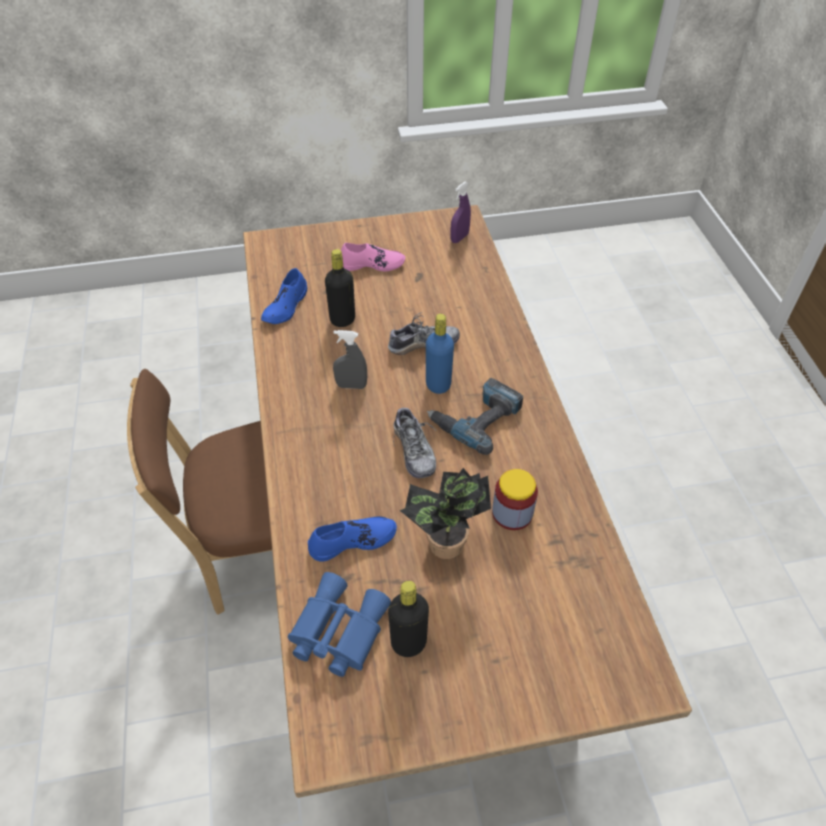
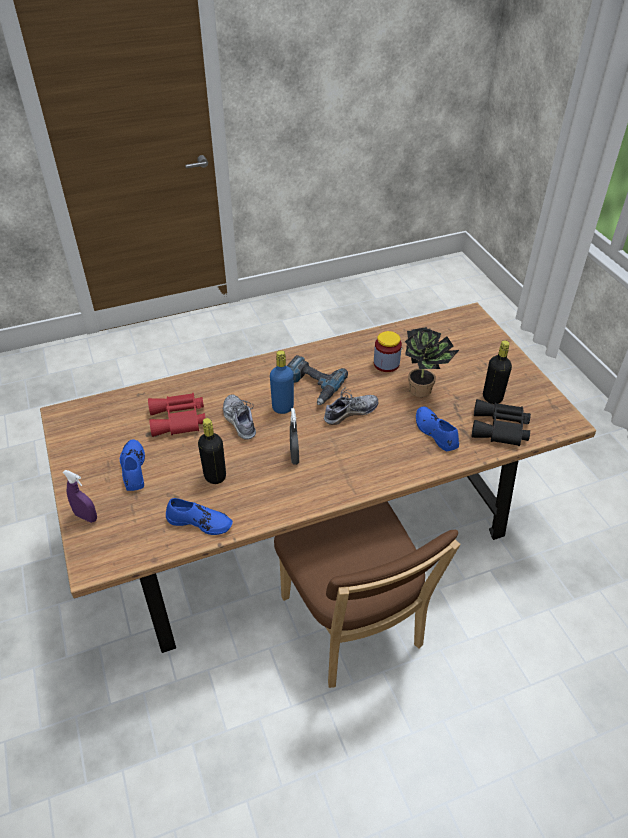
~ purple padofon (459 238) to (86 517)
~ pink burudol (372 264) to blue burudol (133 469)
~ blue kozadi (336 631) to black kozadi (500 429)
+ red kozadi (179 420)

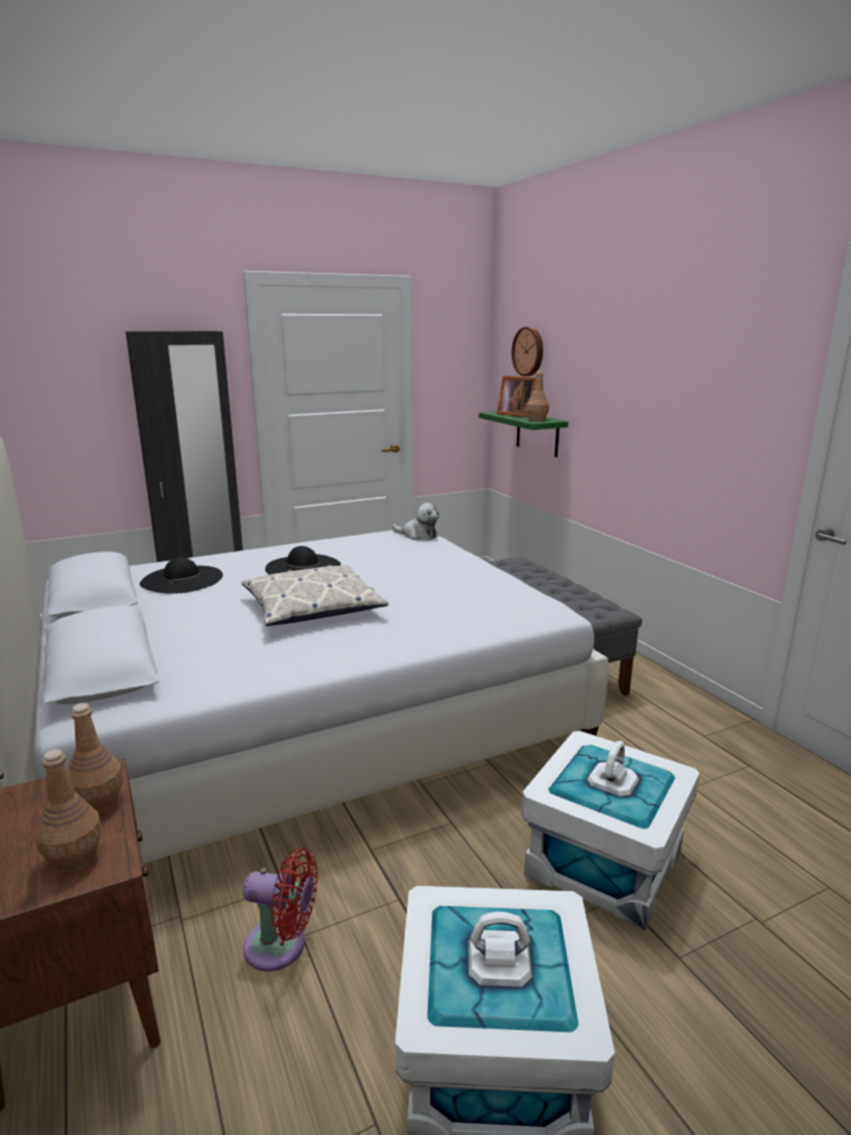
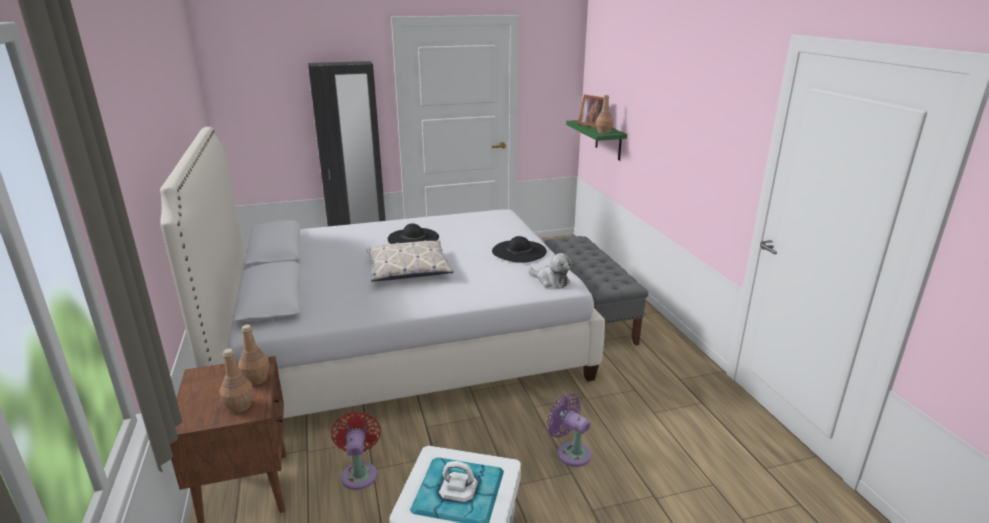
- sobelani (529 351)
~ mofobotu (418 535) to (551 281)
~ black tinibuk (182 579) to (519 251)
~ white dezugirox (605 863) to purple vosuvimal (570 452)
~ red vosuvimal (281 946) = (359 473) 120 degrees counterclockwise

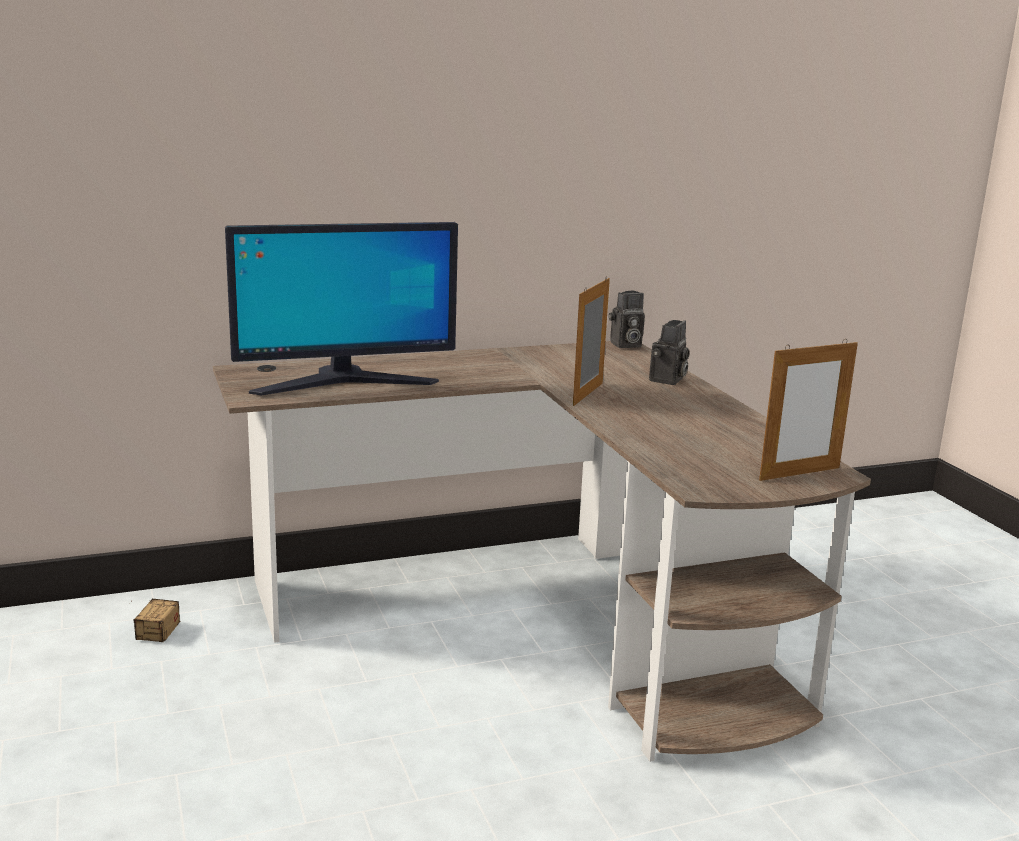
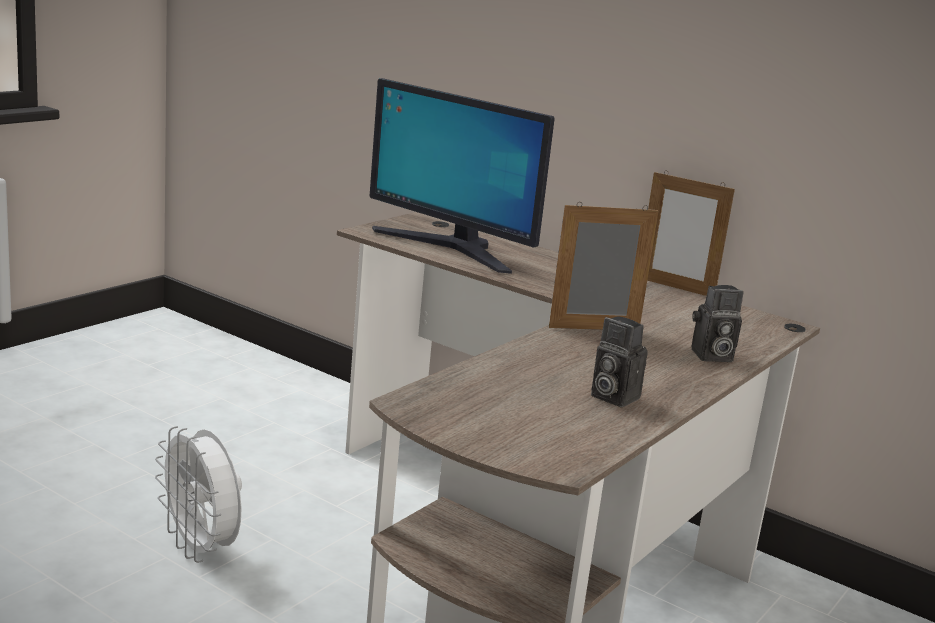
~ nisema (625 345) to (611 396)
~ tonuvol (799 473) to (675 287)
- dezugirox (146 646)
+ white vosuvimal (201 549)

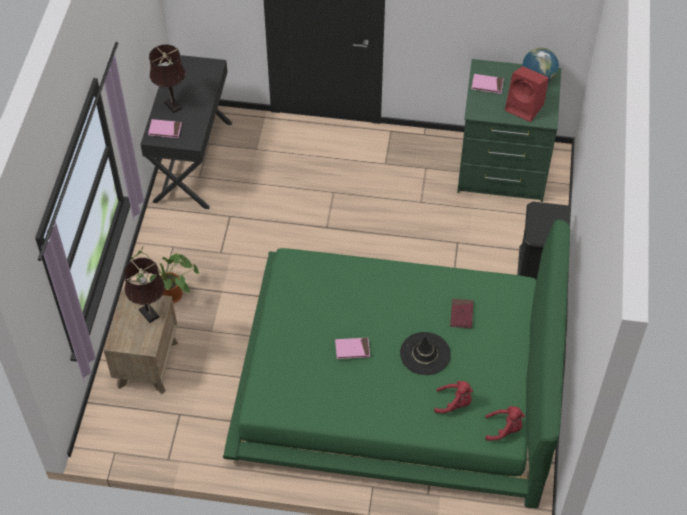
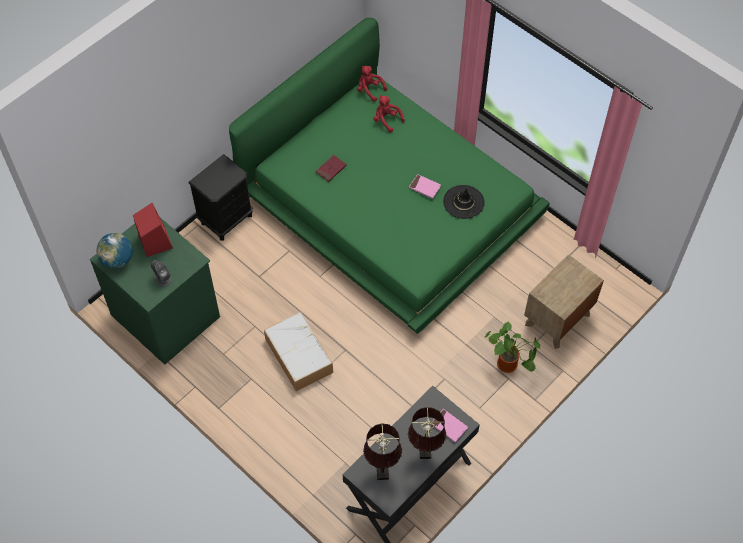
~ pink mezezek (487 85) to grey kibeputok (162 279)
~ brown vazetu (150 315) to (382 468)
~ black tinibuk (425 354) to (463 202)
+ dezugirox (298 355)

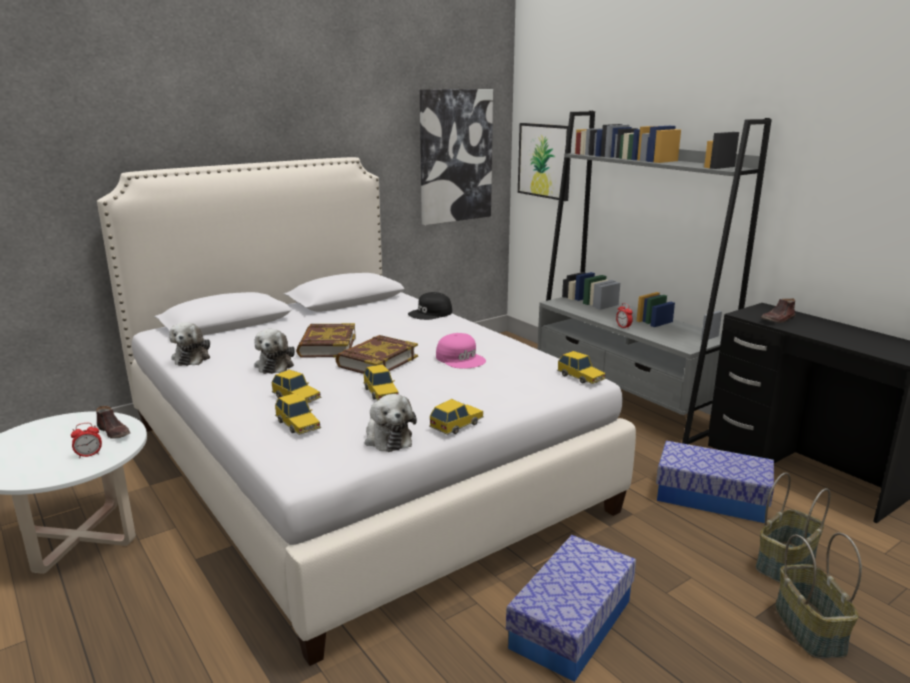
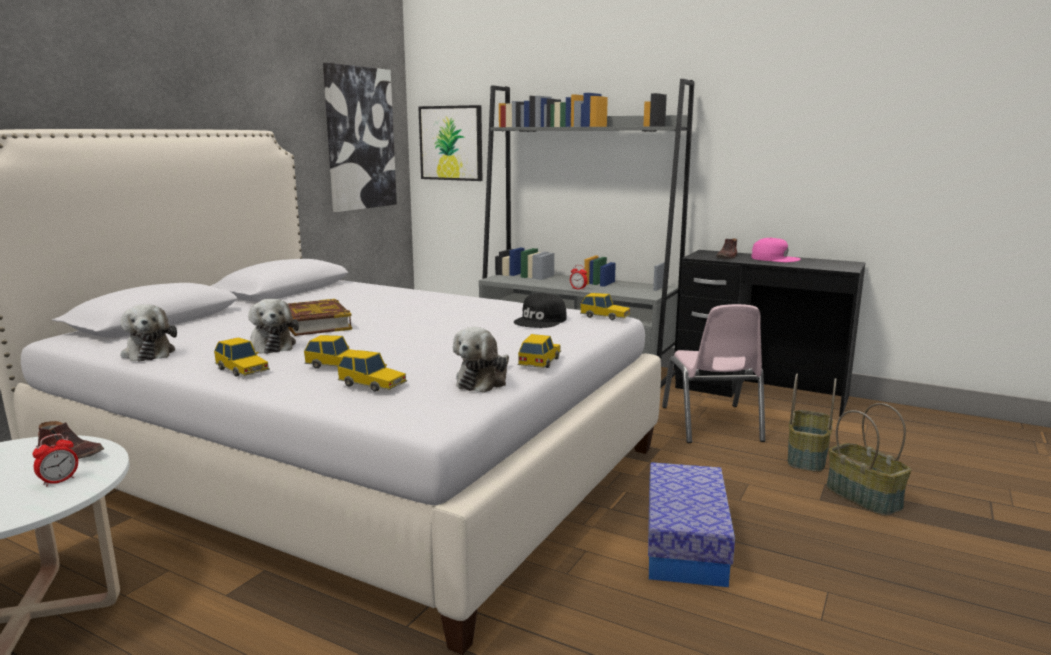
~ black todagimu (431 313) to (541 321)
~ pink todagimu (461 358) to (774 258)
- mezezek (377 361)
~ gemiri (381 393) to (242 370)
~ mofobotu (387 438) = (483 381) 75 degrees clockwise
~ dezugirox (711 497) to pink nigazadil (711 424)

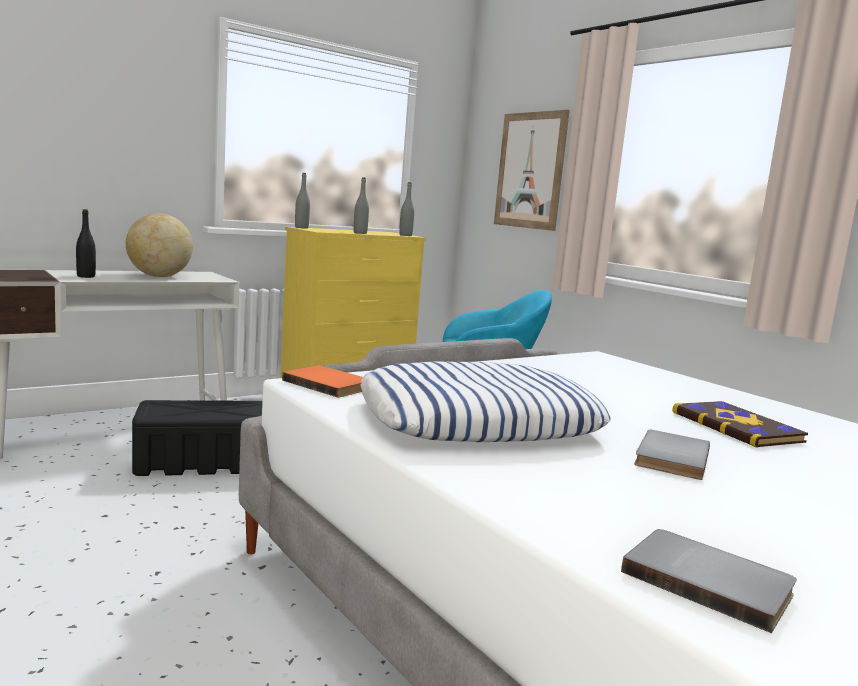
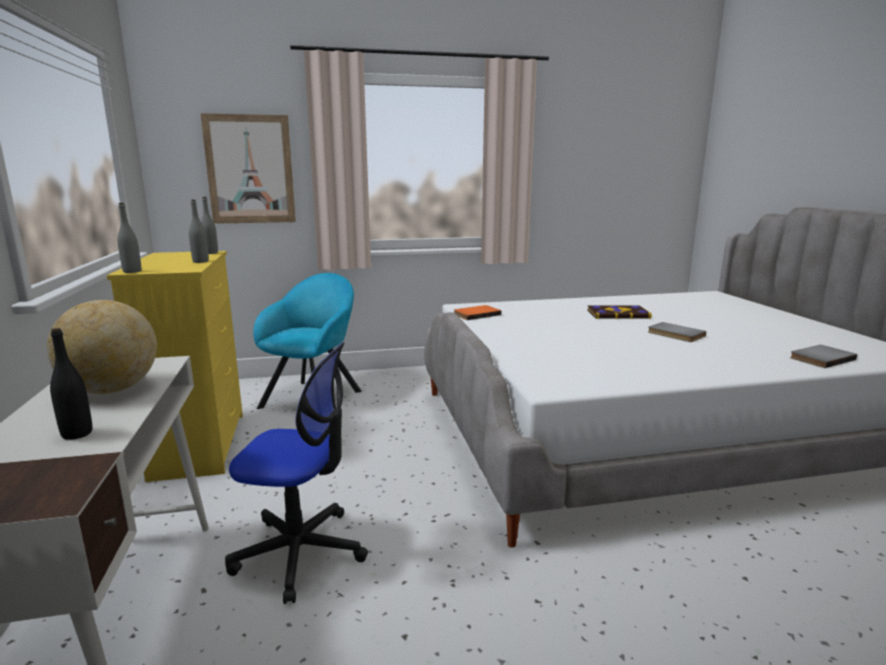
- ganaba (477 420)
~ orange mezezek (329 384) to (476 314)
~ black dezugirox (206 463) to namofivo (300 552)

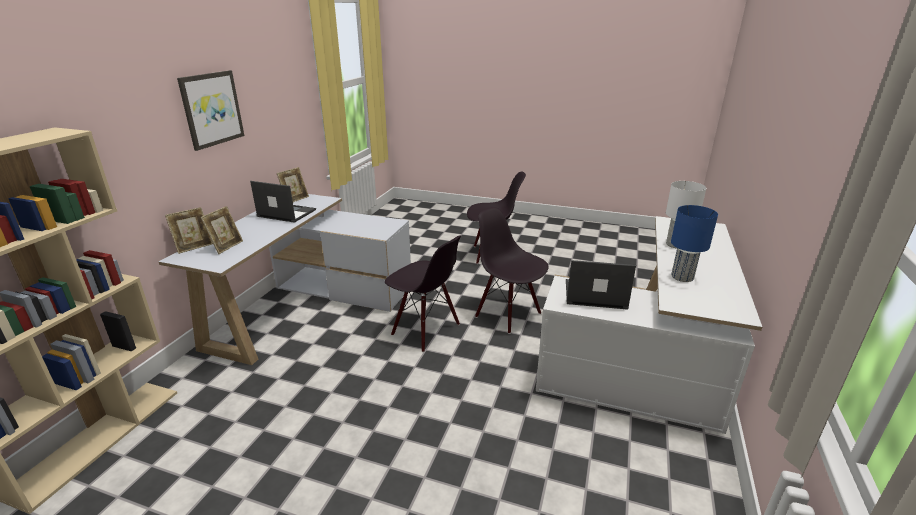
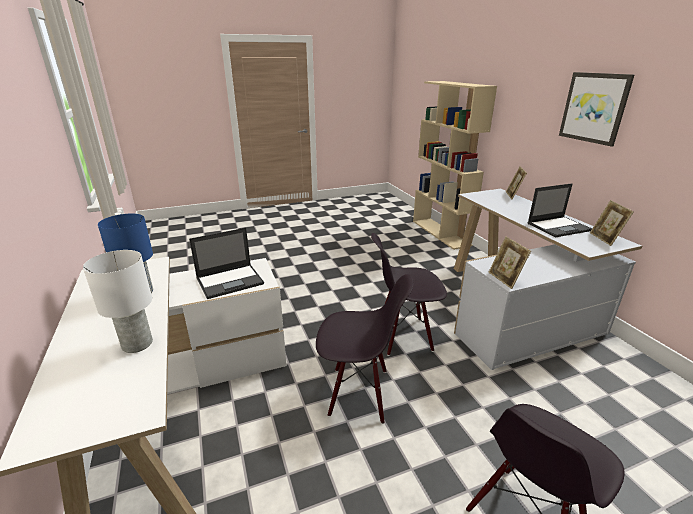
~ tonuvol (226 246) to (505 279)

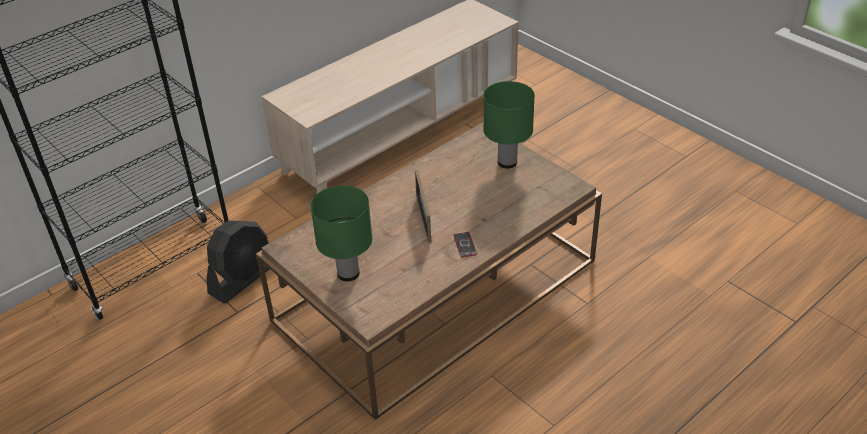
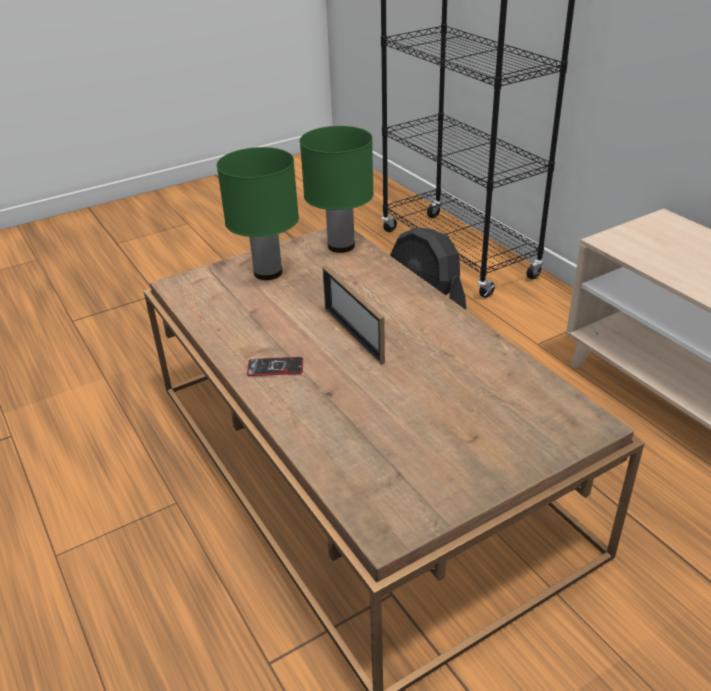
~ green vazetu (507 162) to (340 246)
~ tonuvol (423 218) = (353 335) 120 degrees counterclockwise

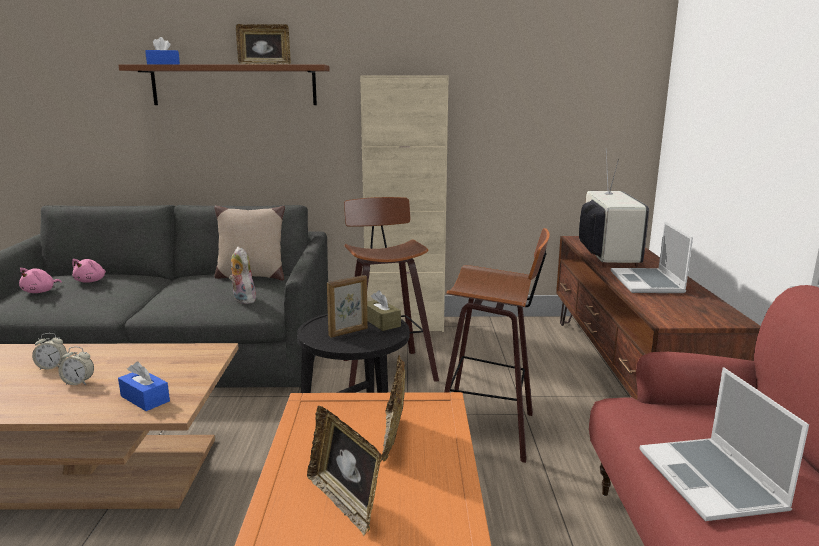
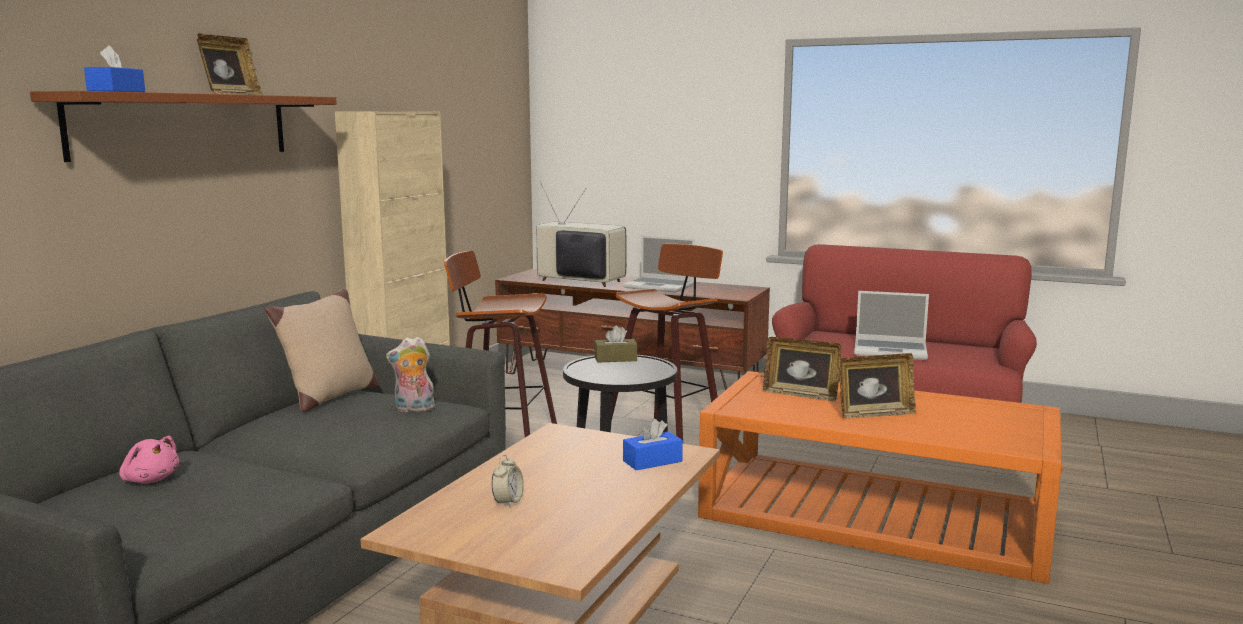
- pink mofobotu (40 291)
- tonuvol (348 332)
- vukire (78 382)

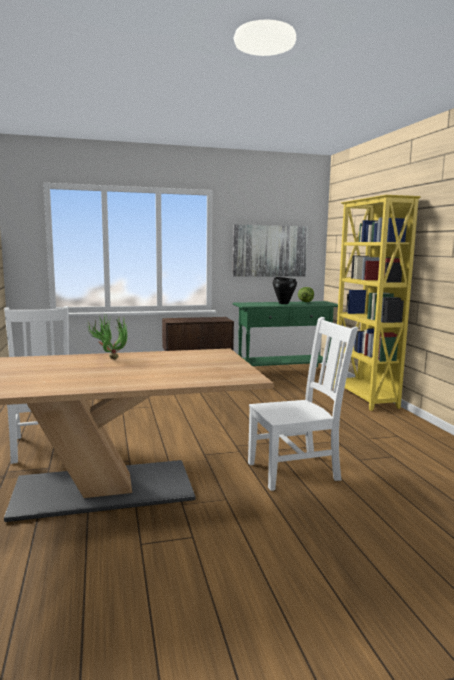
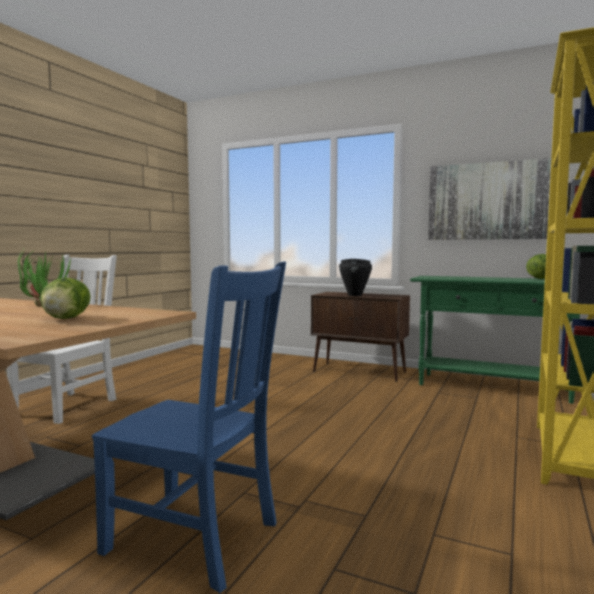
~ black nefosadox (283 303) to (355 295)
~ white nigazadil (296 471) to blue nigazadil (197 539)
+ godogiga (66 319)

